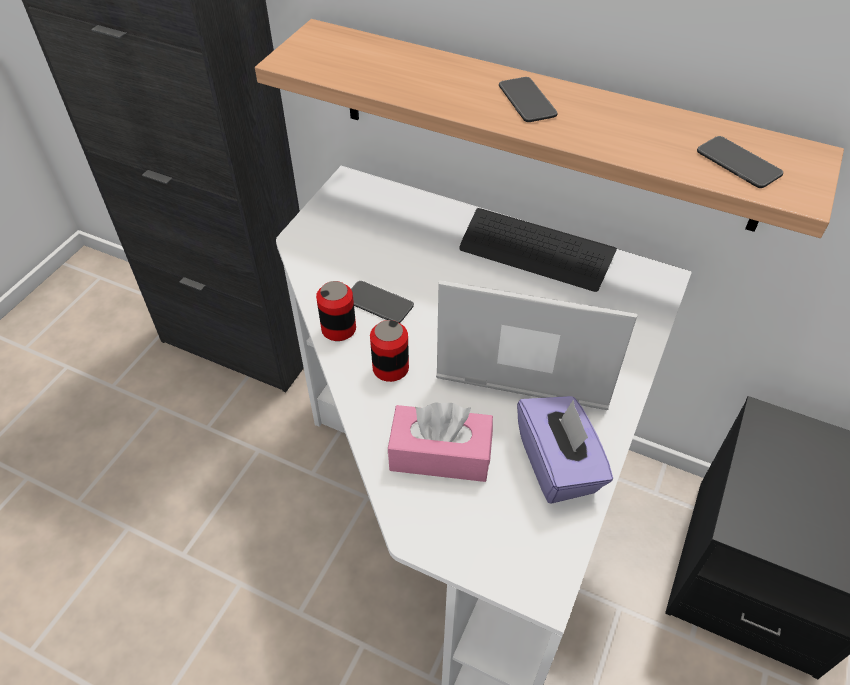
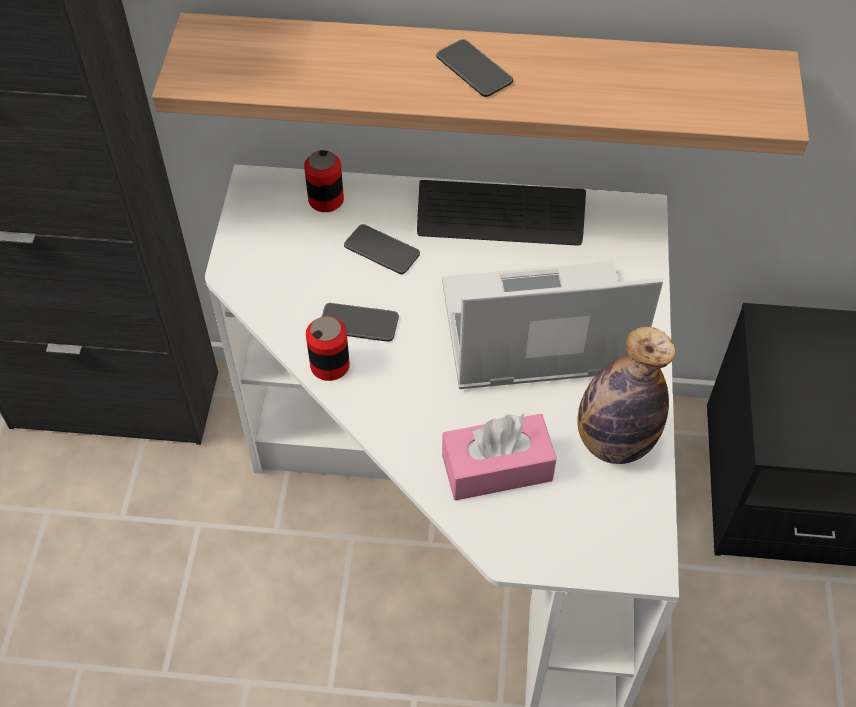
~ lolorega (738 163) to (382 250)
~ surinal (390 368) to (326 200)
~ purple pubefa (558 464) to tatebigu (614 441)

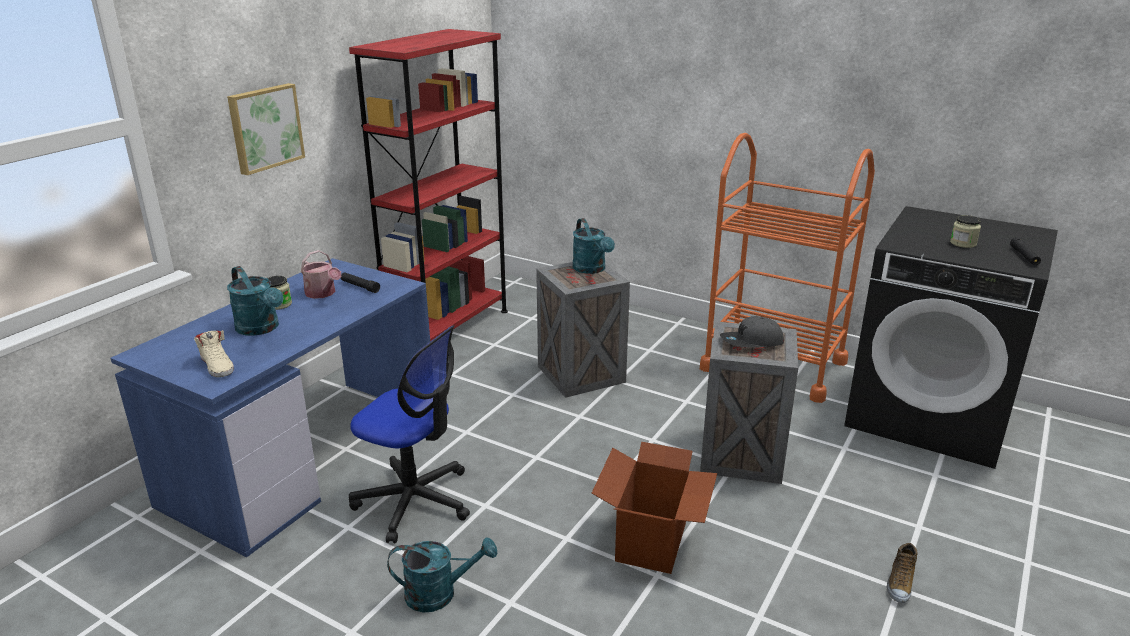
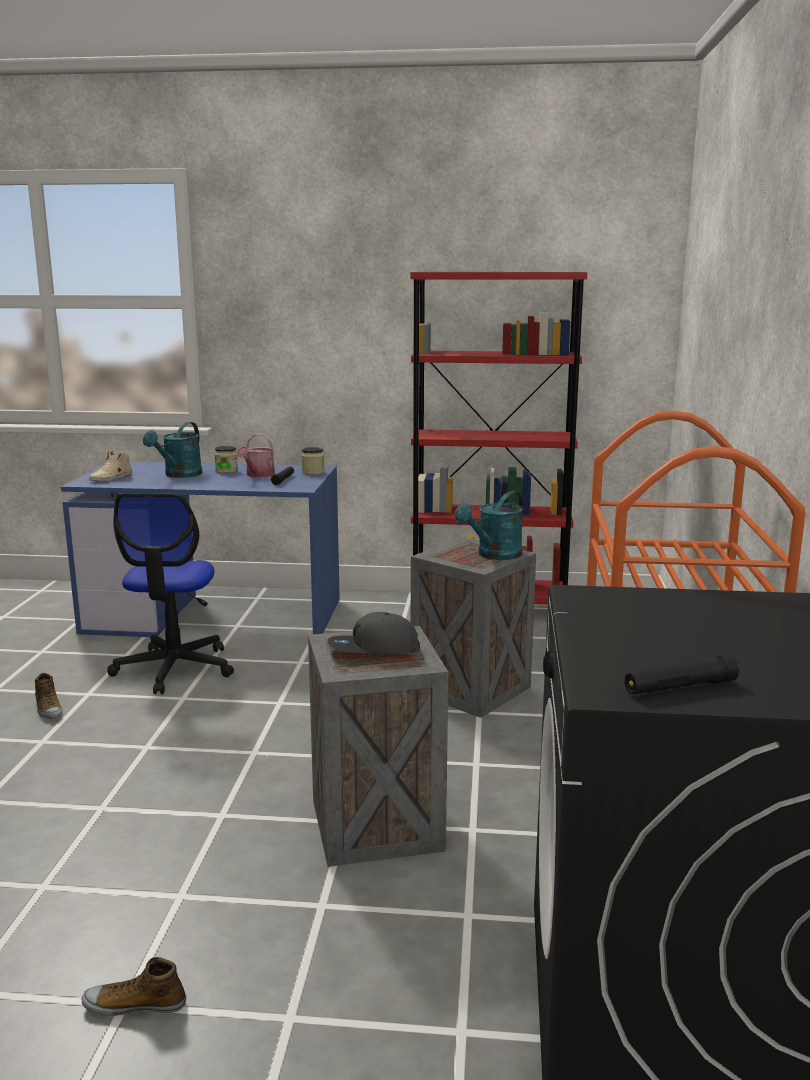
- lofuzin (265 128)
~ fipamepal (963 243) to (313 472)
~ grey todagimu (751 342) = (373 650) 60 degrees counterclockwise
- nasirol (652 542)
~ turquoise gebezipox (440 593) to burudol (48 709)

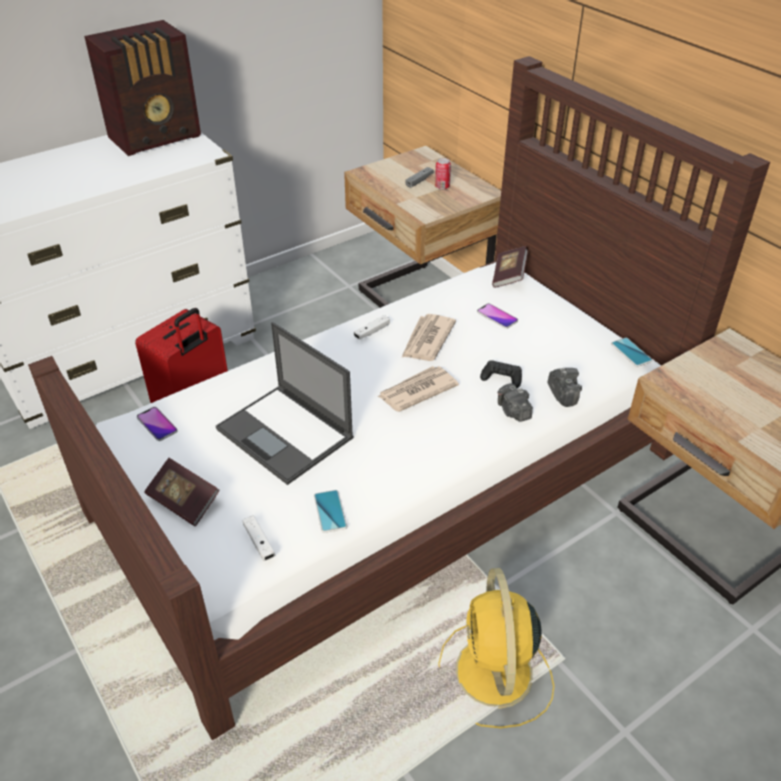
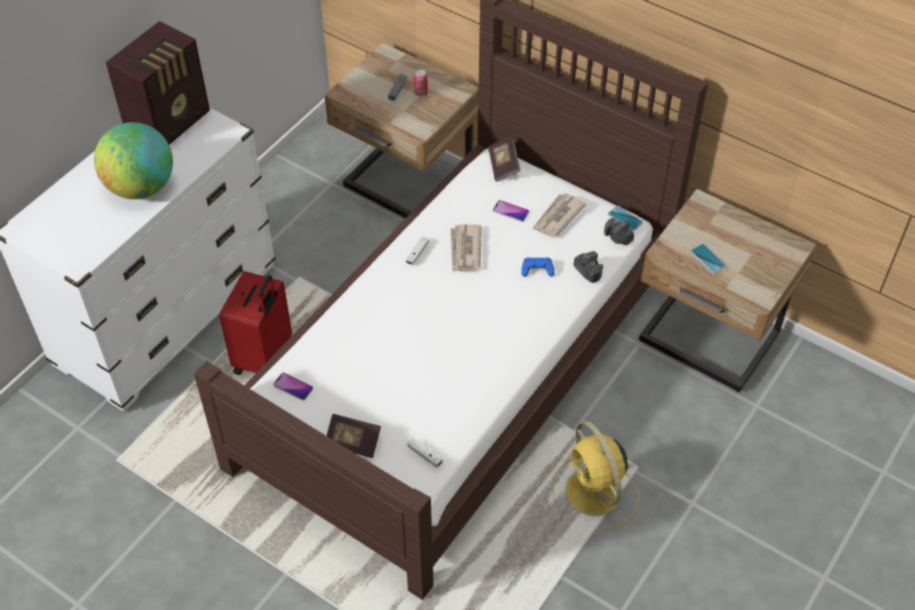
- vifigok (286 434)
~ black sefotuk (501 378) to blue sefotuk (537 270)
~ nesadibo (416 391) to (557 217)
~ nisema (513 411) to (618 238)
~ lolorega (330 511) to (707 259)
+ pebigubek (141 187)

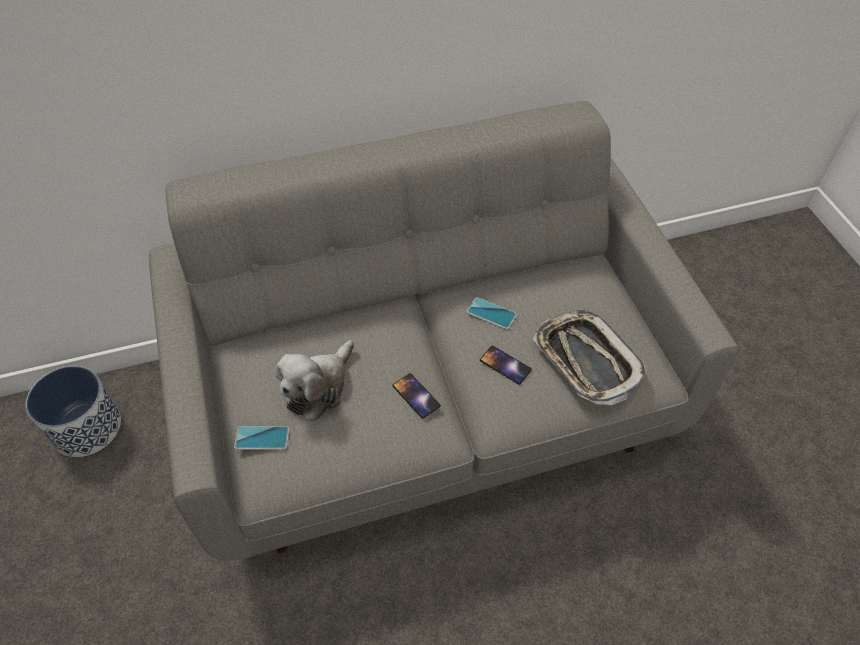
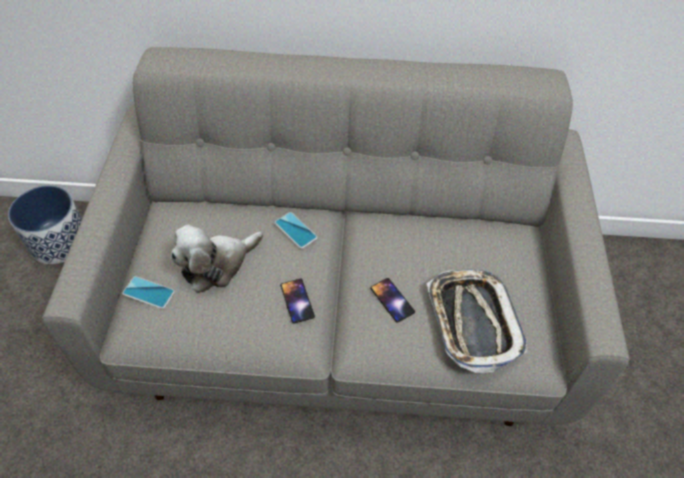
~ lolorega (491 313) to (295 230)

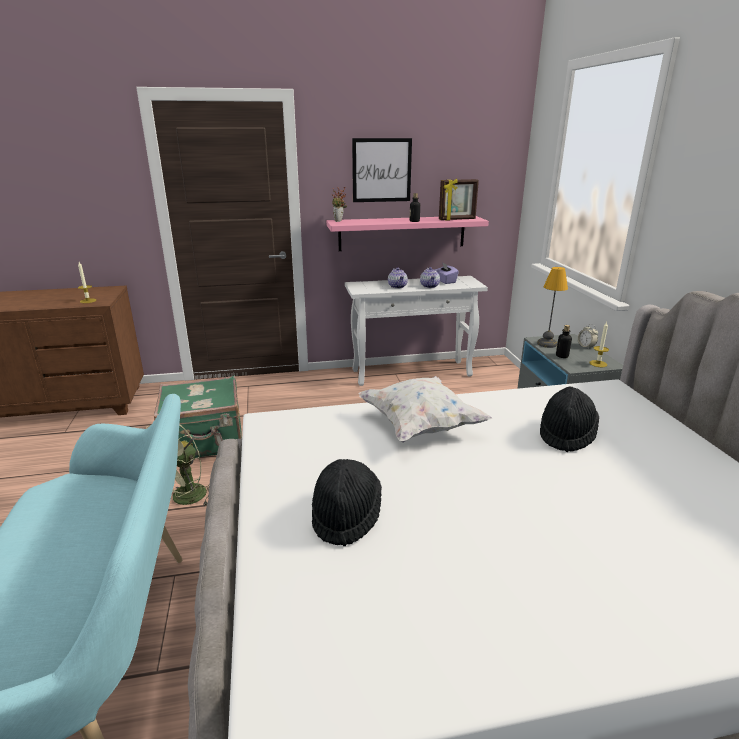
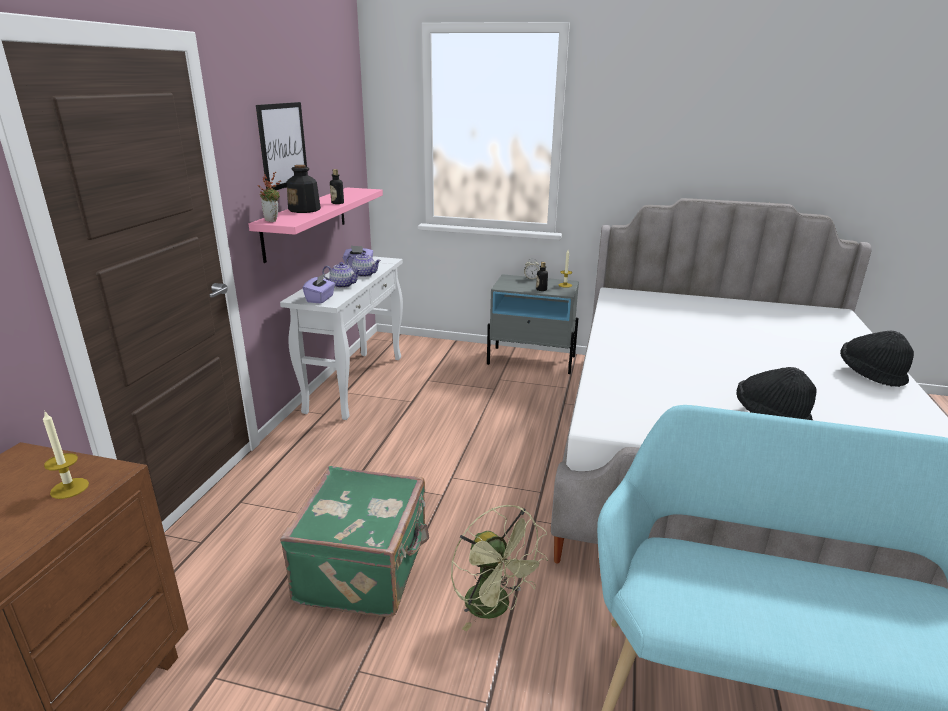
- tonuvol (457 219)
- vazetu (547 344)
- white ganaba (419 426)
~ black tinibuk (566 434) to (870 374)
+ tatebigu (305 210)
+ purple pubefa (320 299)

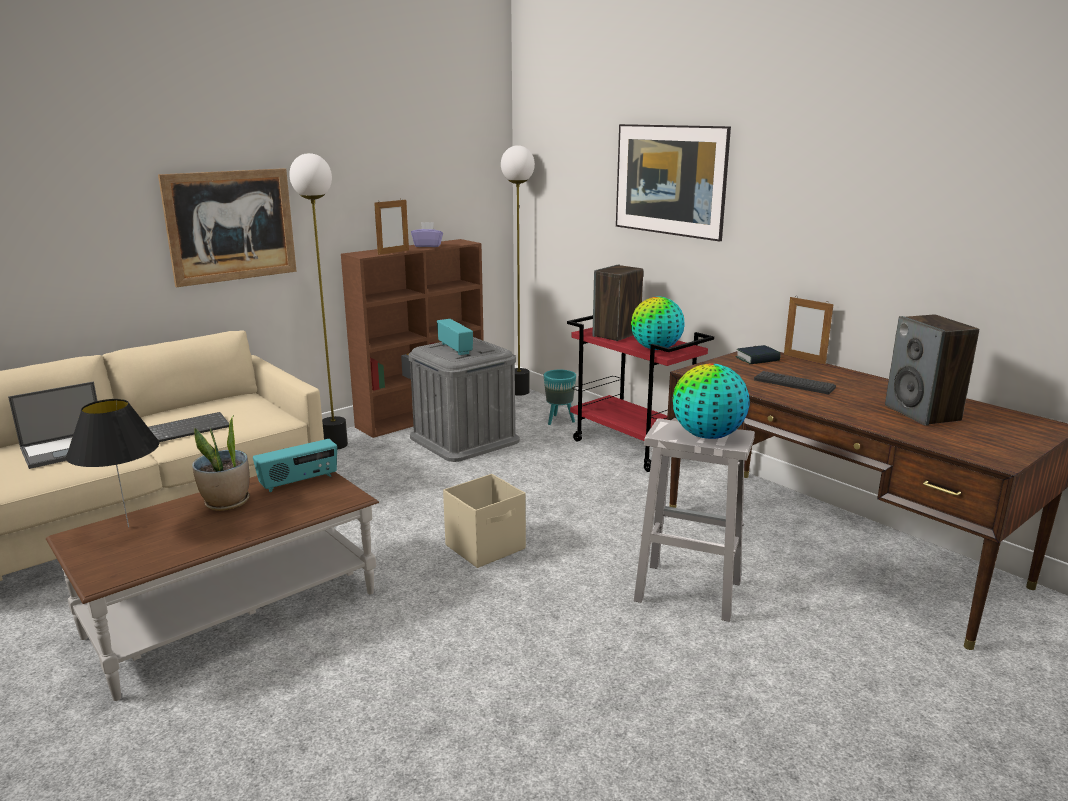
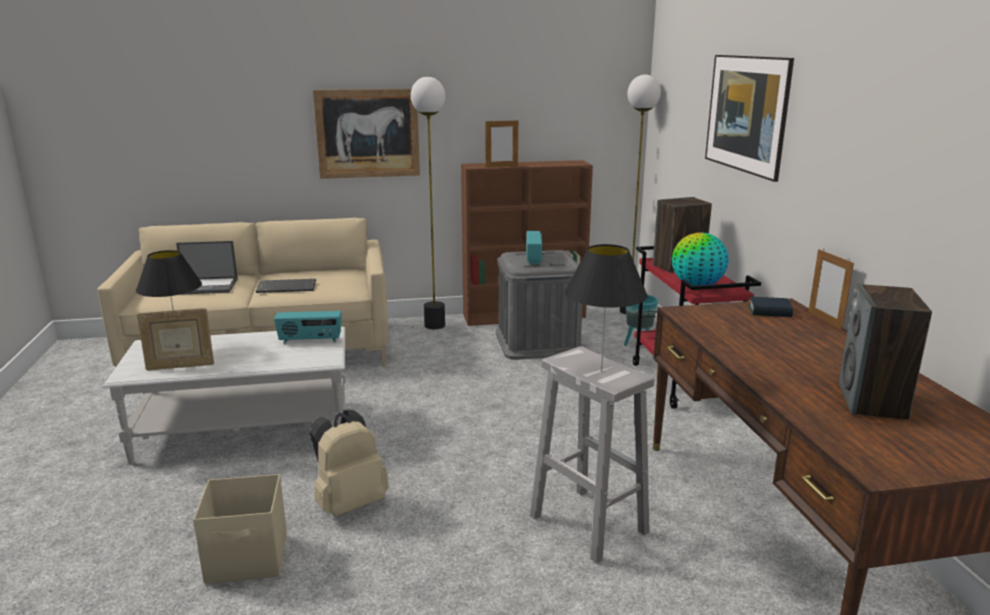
- purple pubefa (428 246)
~ pebigubek (707 436) to black vazetu (601 371)
- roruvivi (794 384)
- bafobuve (227 503)
~ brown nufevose (234 614) to white nufevose (245 430)
~ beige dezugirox (486 547) to (248 559)
+ tonuvol (180 366)
+ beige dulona (349 503)

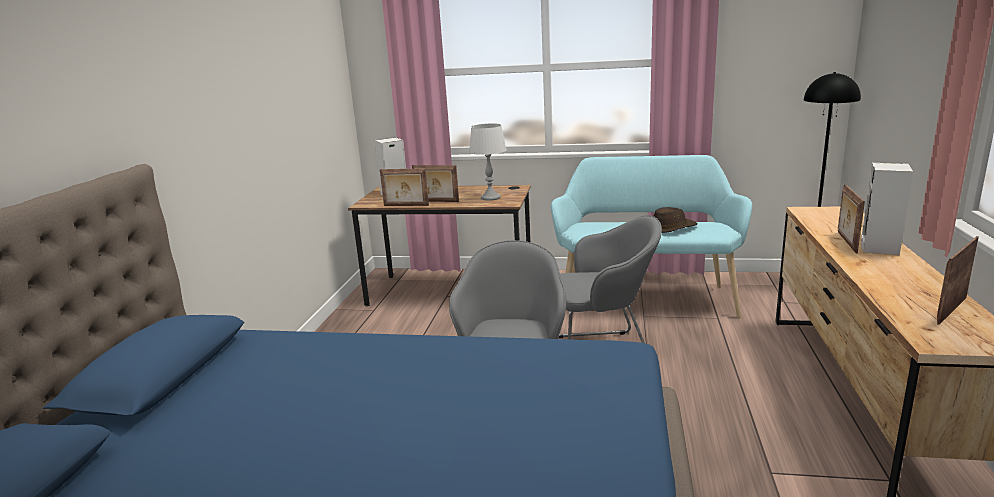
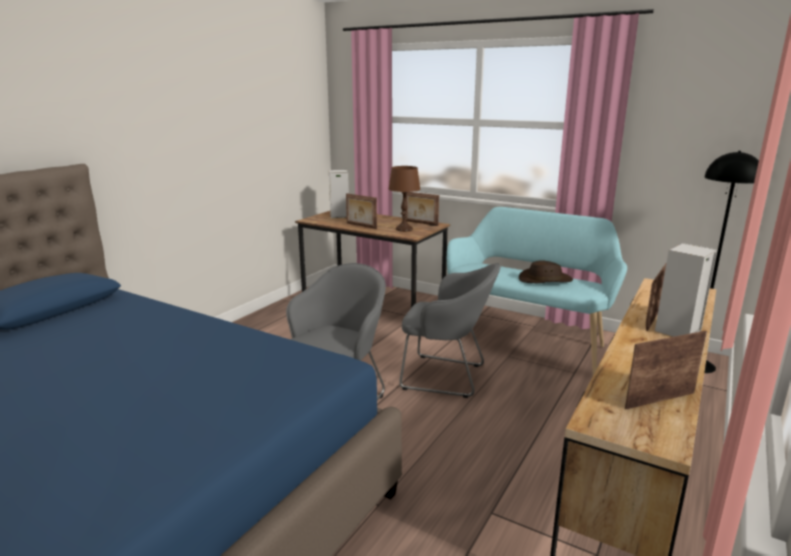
~ grey vazetu (490 198) to brown vazetu (404 229)
~ tonuvol (406 206) to (420 223)

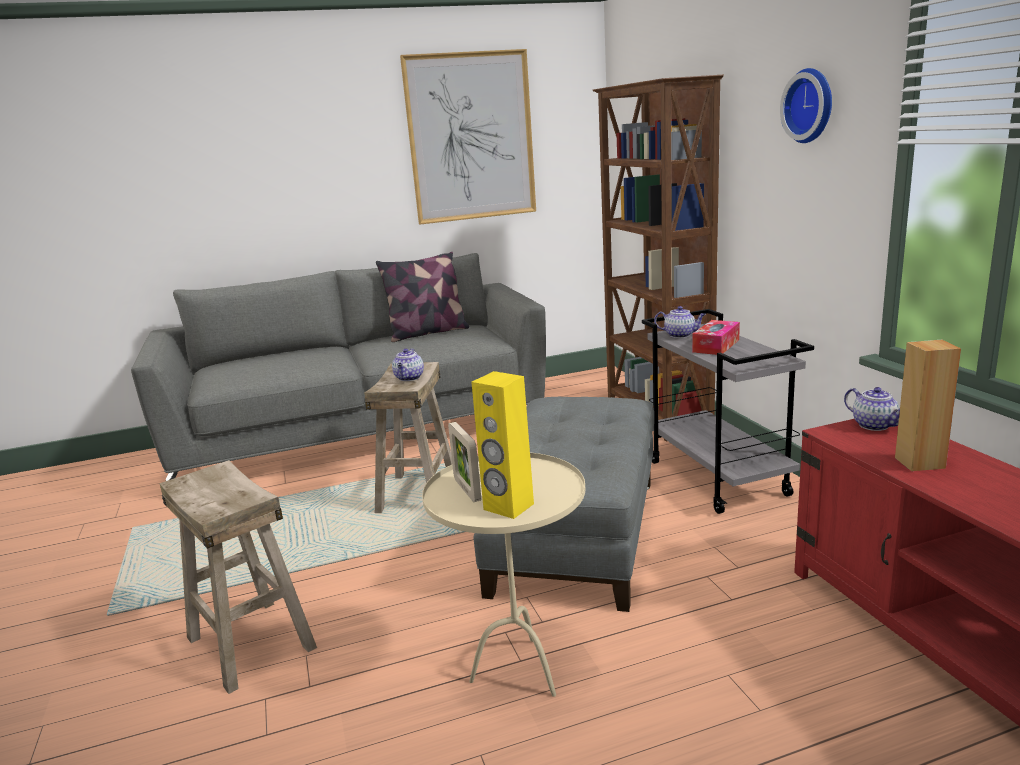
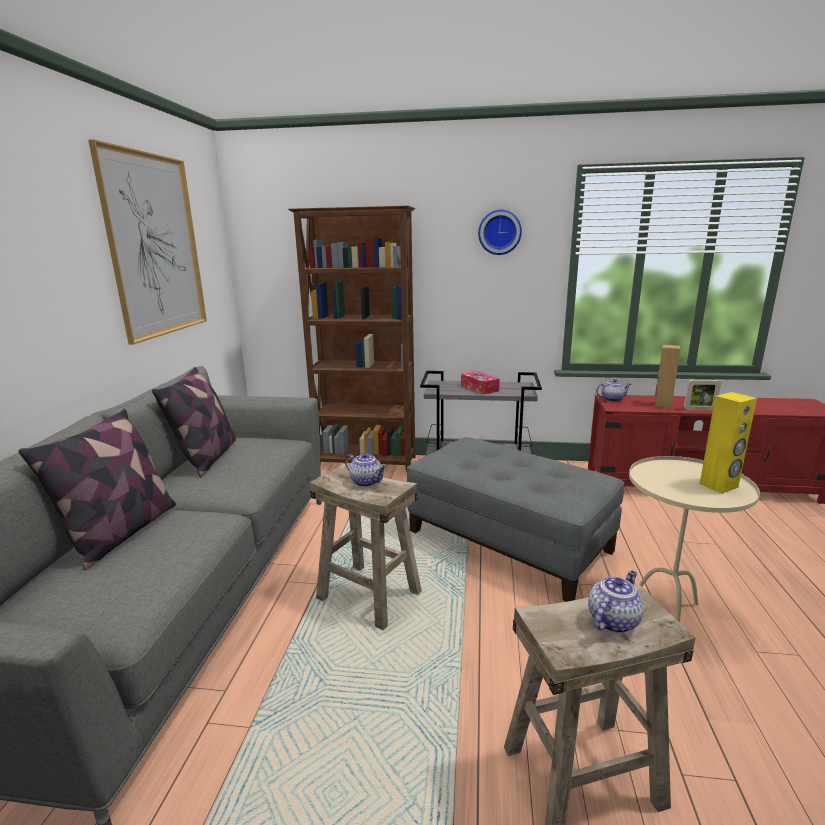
~ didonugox (680 335) to (613 620)
~ tonuvol (467 490) to (699 409)
+ ganaba (122 533)

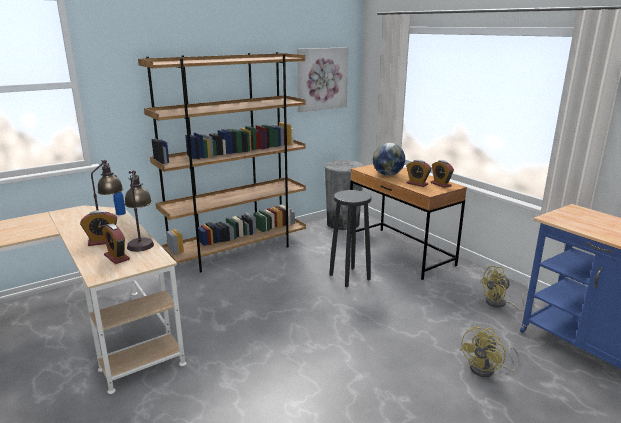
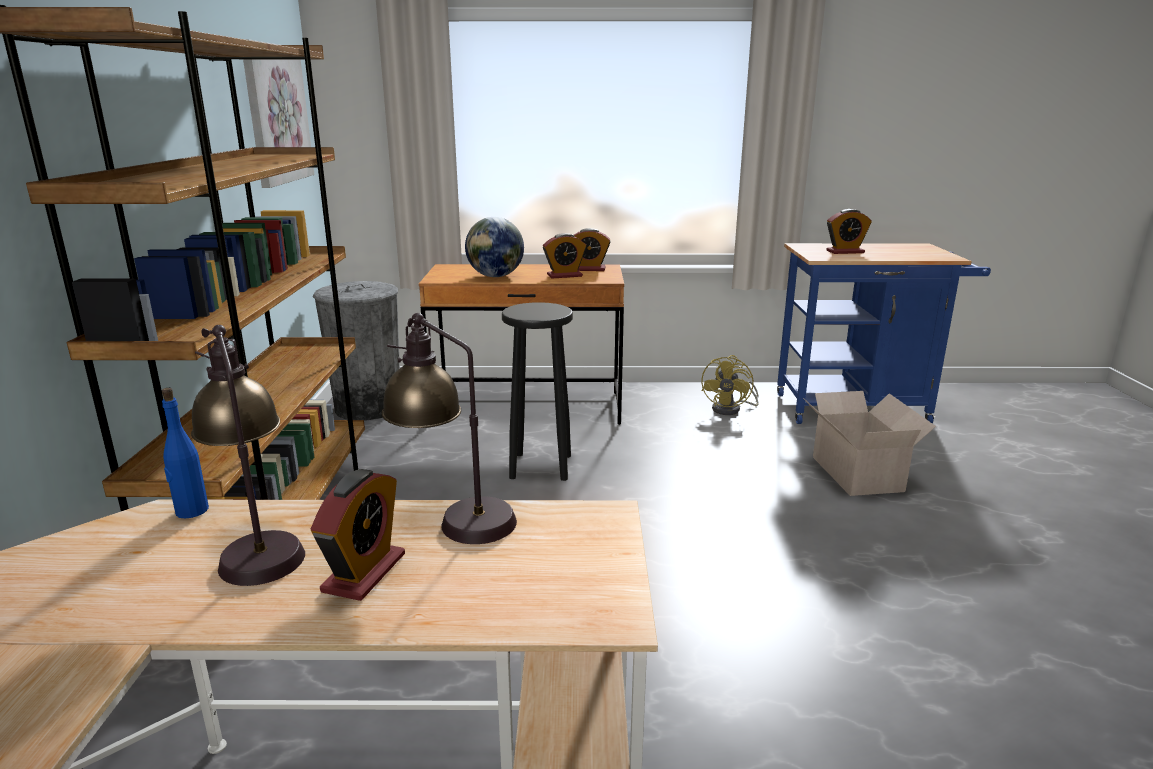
~ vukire (117 257) to (845 252)
~ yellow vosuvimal (487 370) to nasirol (856 472)

